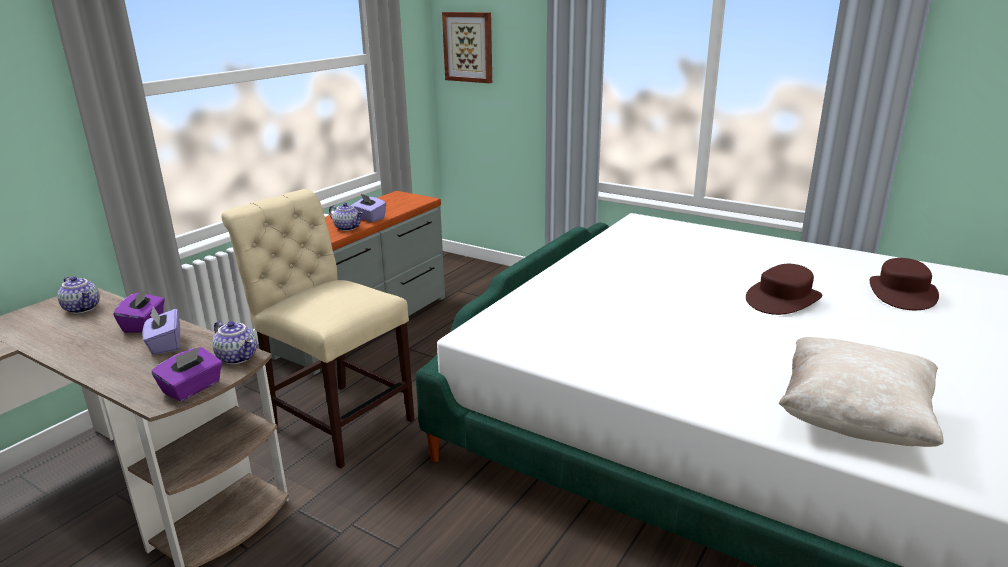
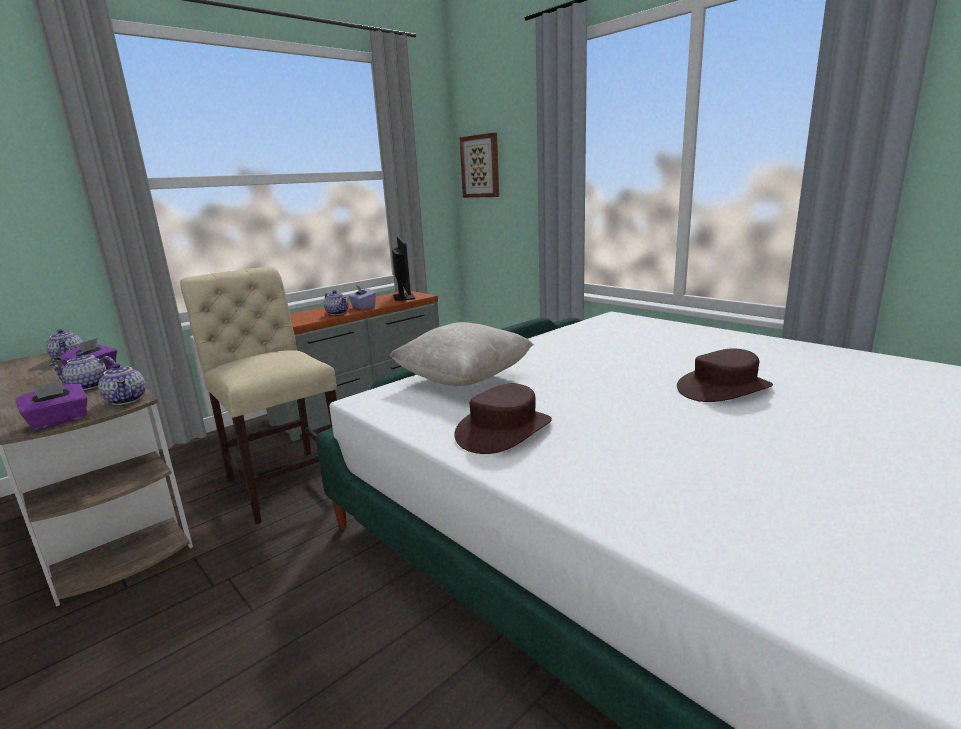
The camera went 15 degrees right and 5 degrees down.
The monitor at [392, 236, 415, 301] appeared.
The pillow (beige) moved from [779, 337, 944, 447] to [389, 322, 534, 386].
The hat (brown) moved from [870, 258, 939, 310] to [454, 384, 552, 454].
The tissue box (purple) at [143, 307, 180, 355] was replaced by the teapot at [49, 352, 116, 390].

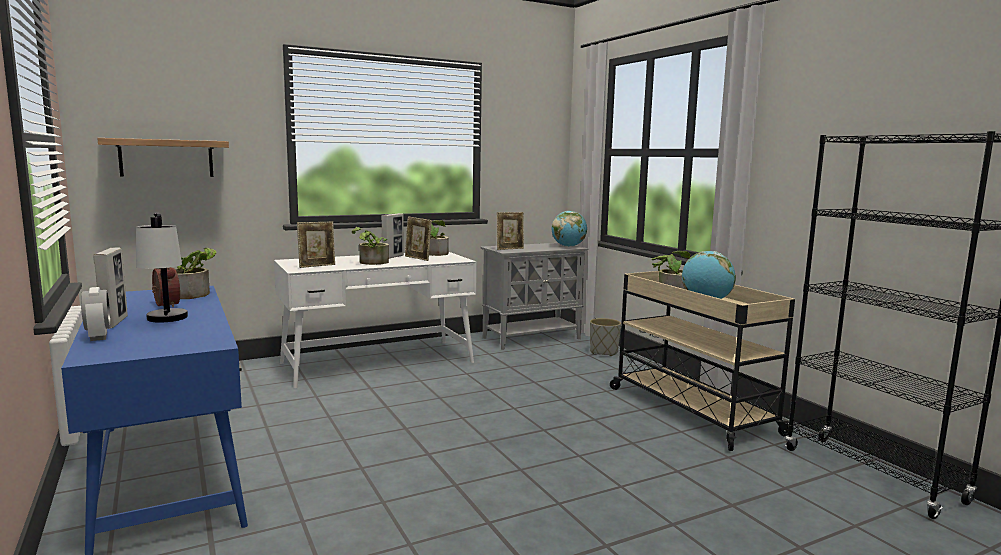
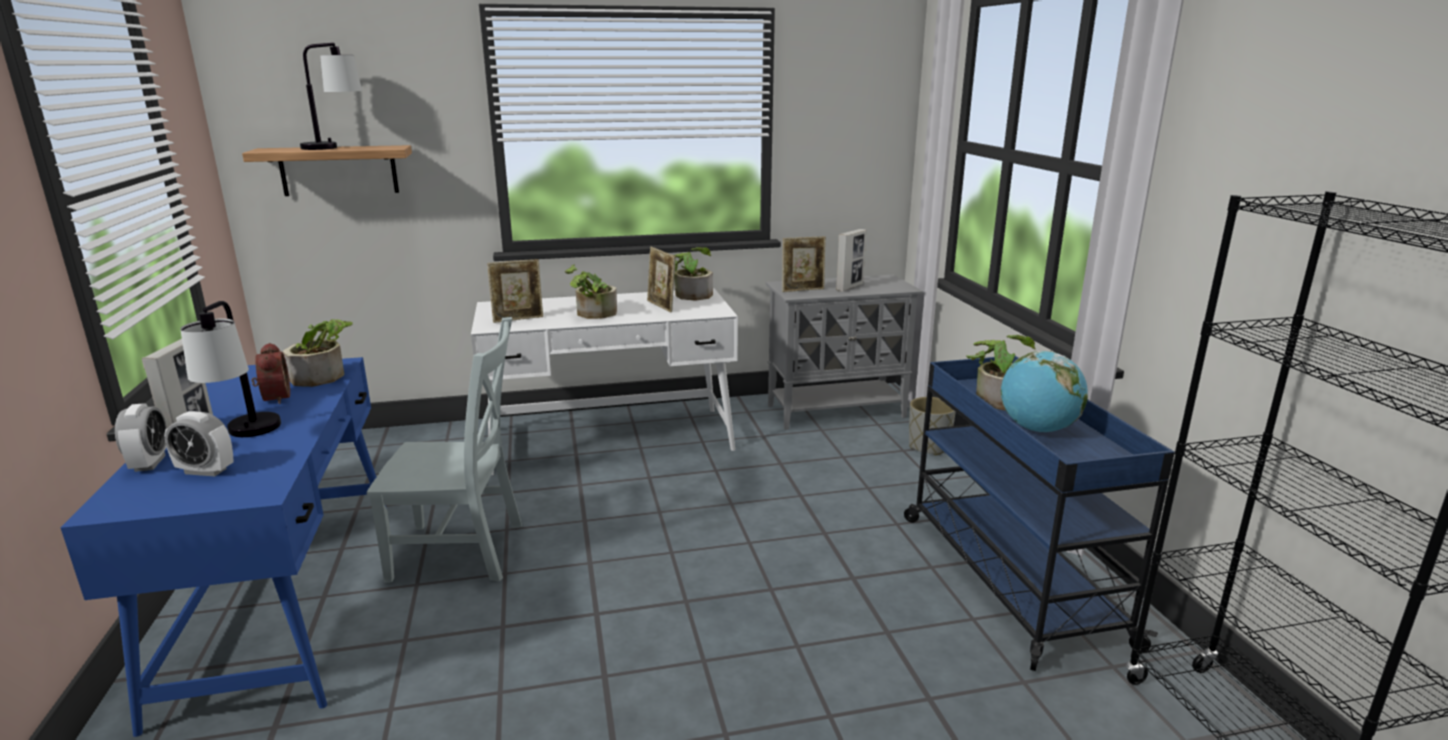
The camera went 15 degrees right and 10 degrees up.
The globe at [552, 211, 587, 247] disappeared.
The alarm clock at [164, 411, 234, 476] appeared.
The table lamp at [300, 43, 362, 150] appeared.
The chair (grey) at [367, 317, 522, 583] appeared.
The picture frame moved from [381, 213, 404, 259] to [836, 229, 866, 291].
The cart (beige) at [610, 271, 795, 451] became the cart (blue) at [904, 356, 1175, 671].

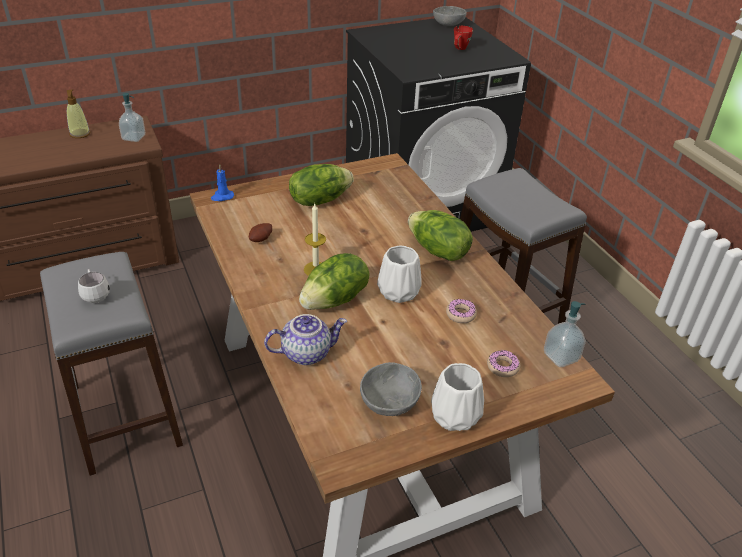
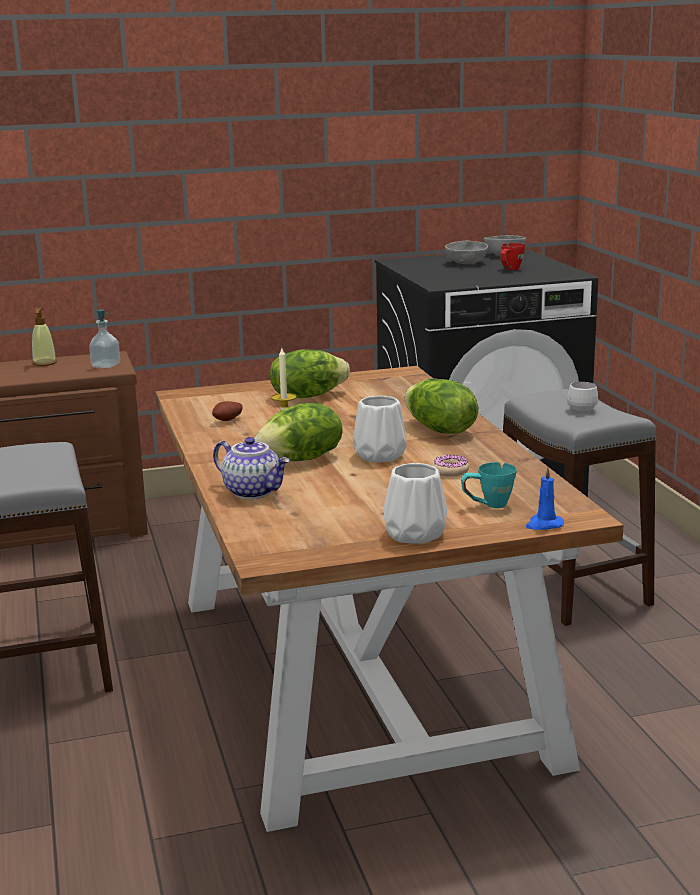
The camera went 10 degrees right and 20 degrees down.
The soap dispenser at [544, 301, 586, 367] disappeared.
The mug (white) moved from [78, 269, 110, 303] to [567, 382, 598, 412].
The candle (blue) moved from [211, 164, 234, 201] to [526, 466, 564, 530].
The bowl (grey) moved from [360, 362, 422, 416] to [445, 241, 488, 264].
The donut at [487, 350, 520, 377] was replaced by the mug (turquoise) at [461, 462, 517, 508].
The teapot at [264, 314, 347, 365] turned 45 degrees clockwise.

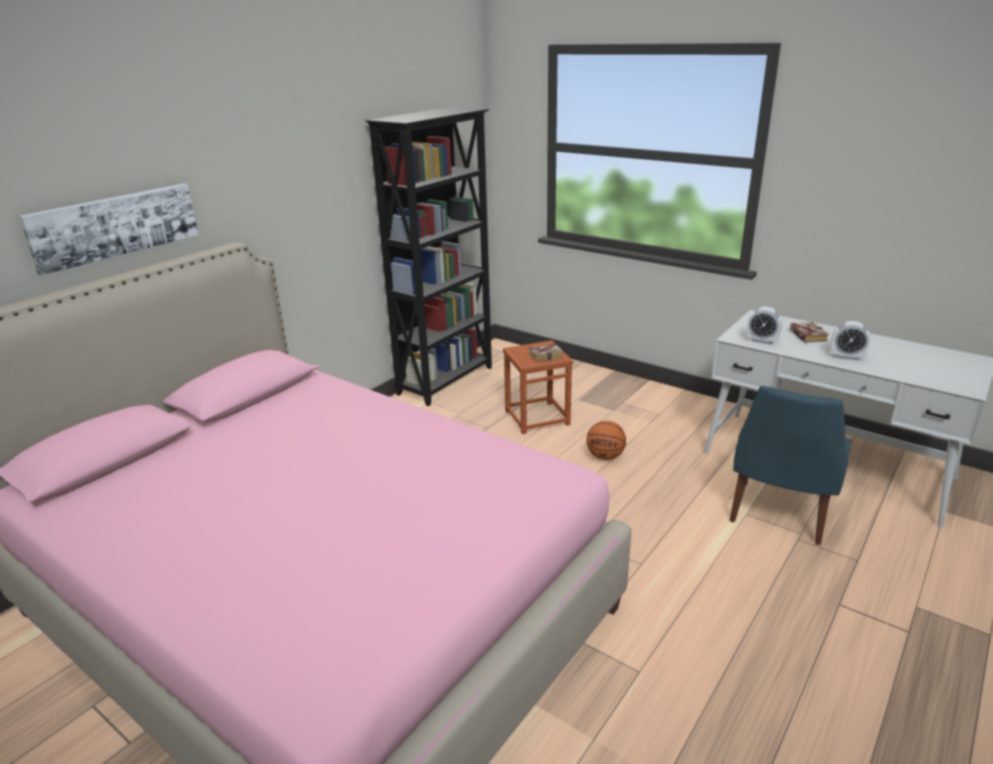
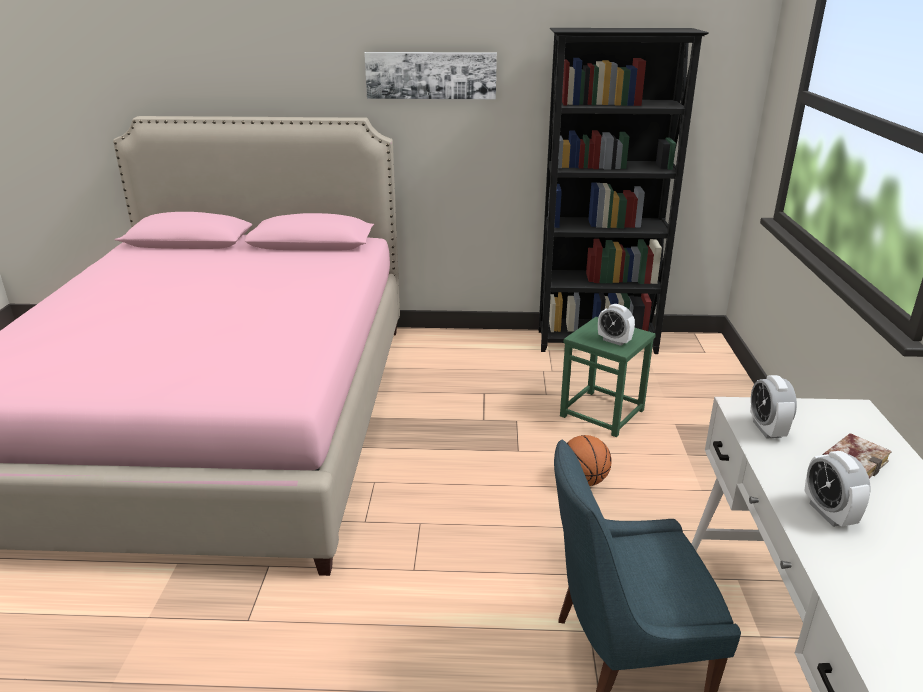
The camera went 55 degrees right and 0 degrees up.
The picture moved from [19, 184, 199, 275] to [364, 52, 497, 99].
The book at [529, 344, 563, 362] was replaced by the alarm clock at [598, 304, 635, 346].
The stool (brown) at [503, 340, 573, 434] became the stool (green) at [560, 317, 656, 437].

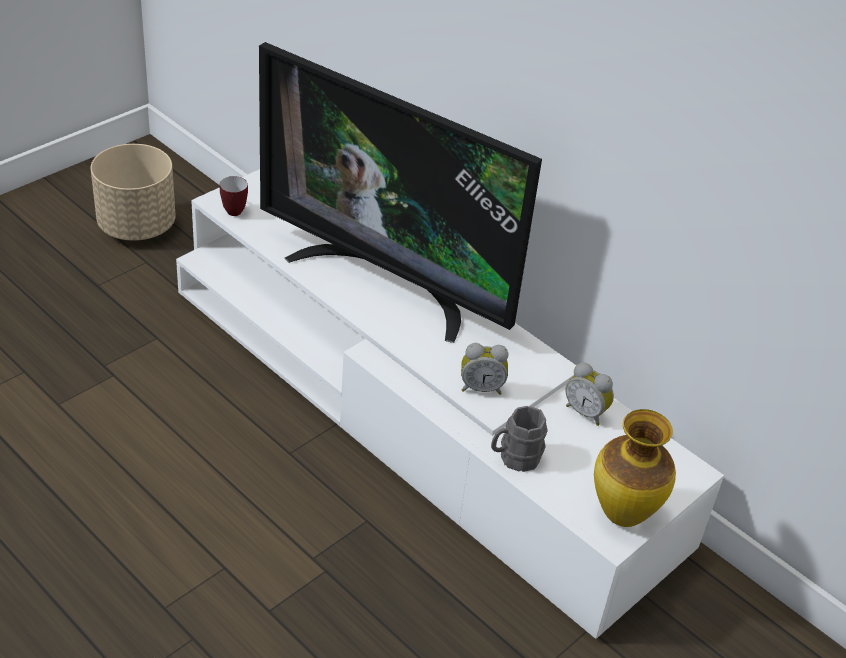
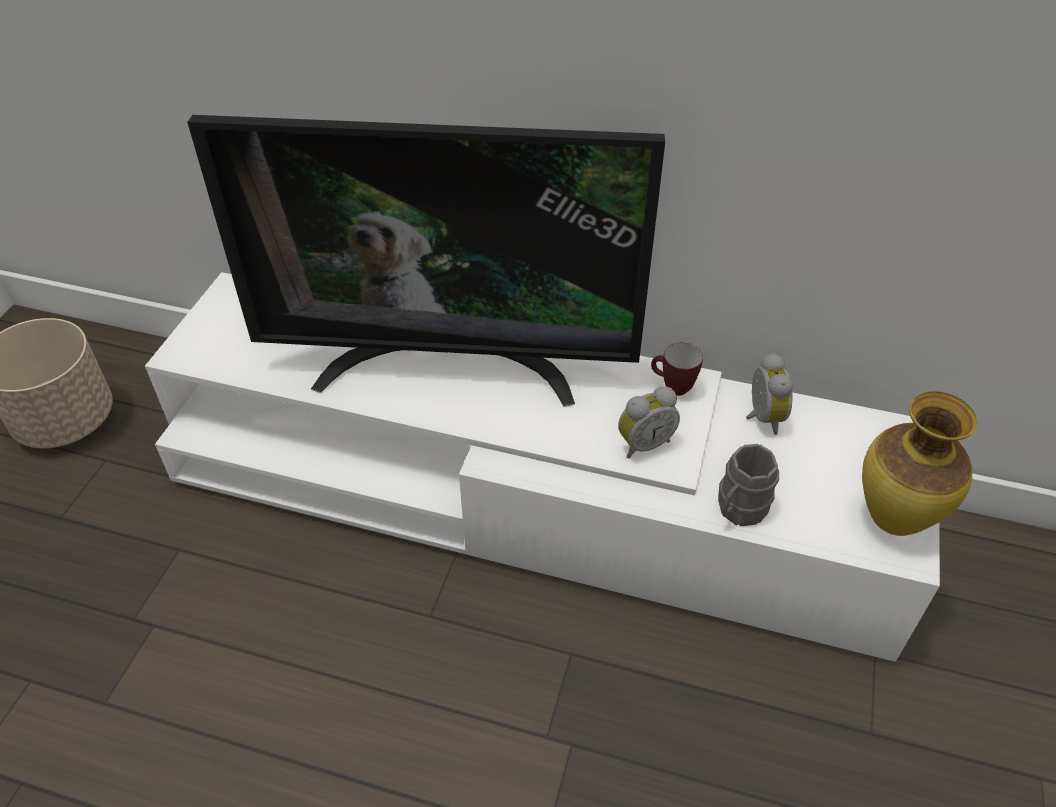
The camera went 25 degrees left and 5 degrees up.
The mug moved from [220, 176, 248, 216] to [651, 343, 703, 396].
The alarm clock at [565, 363, 614, 426] turned 105 degrees counterclockwise.

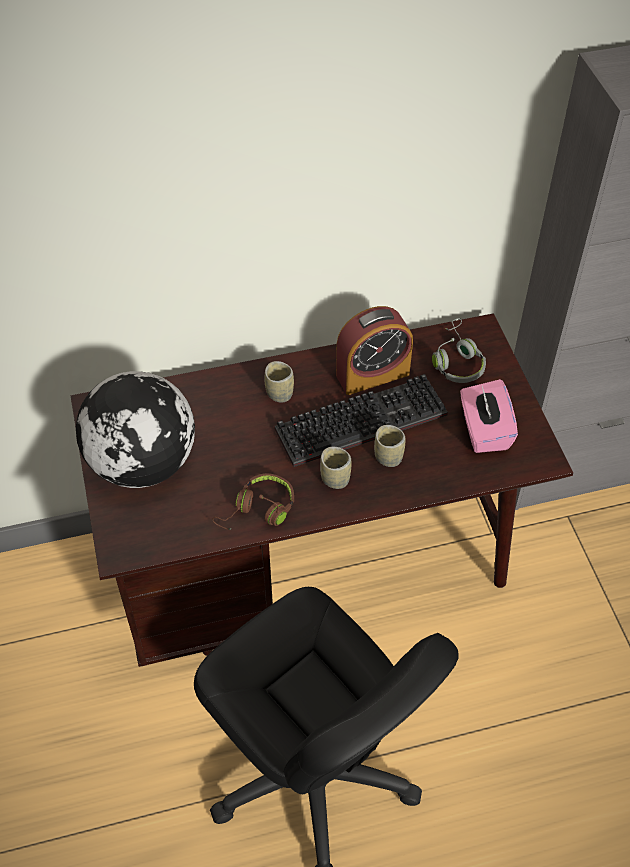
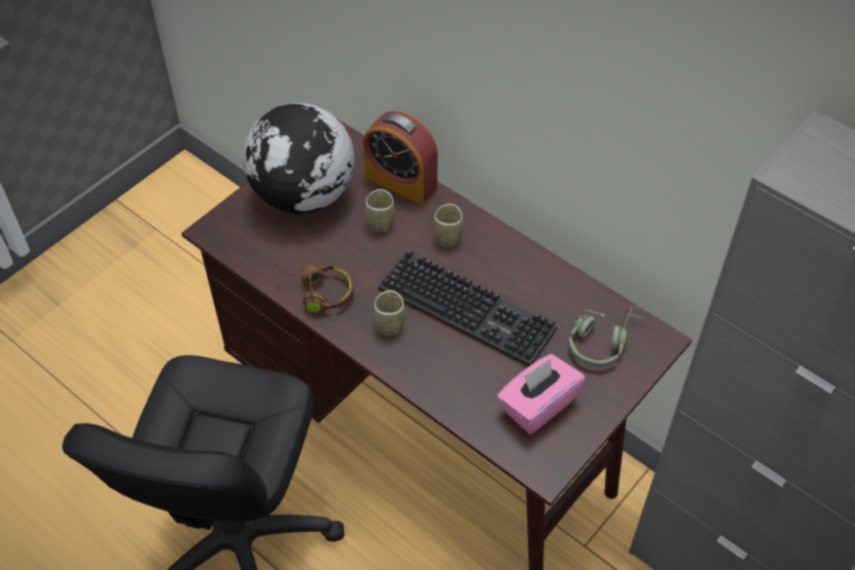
The camera went 55 degrees right and 0 degrees up.
The alarm clock moved from [336, 306, 413, 395] to [363, 111, 438, 205].
The cup moved from [374, 425, 405, 467] to [365, 189, 395, 233].

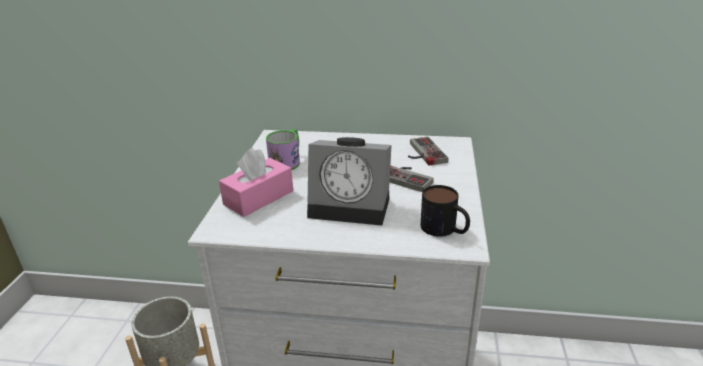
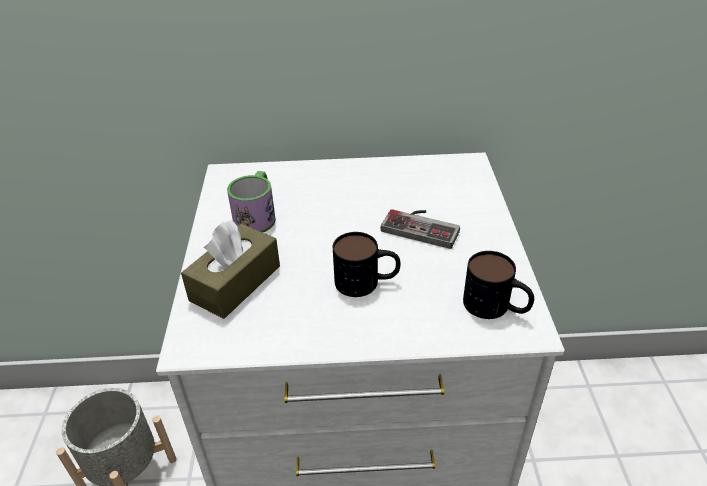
The camera went 10 degrees left and 10 degrees up.
The game controller at [408, 137, 448, 166] disappeared.
The alarm clock at [307, 137, 392, 226] was replaced by the mug at [333, 232, 400, 297].
The tissue box (pink) at [219, 148, 293, 217] became the tissue box (brown) at [181, 220, 280, 319].

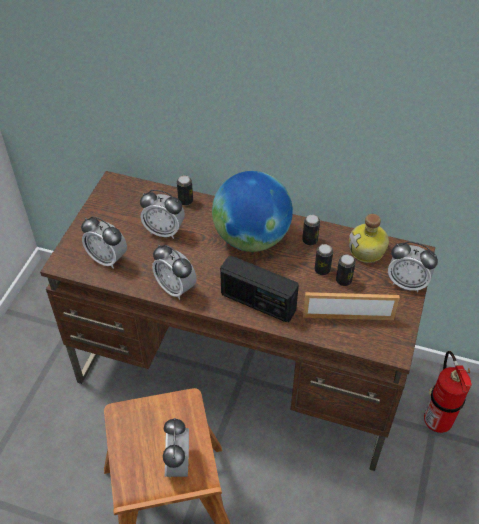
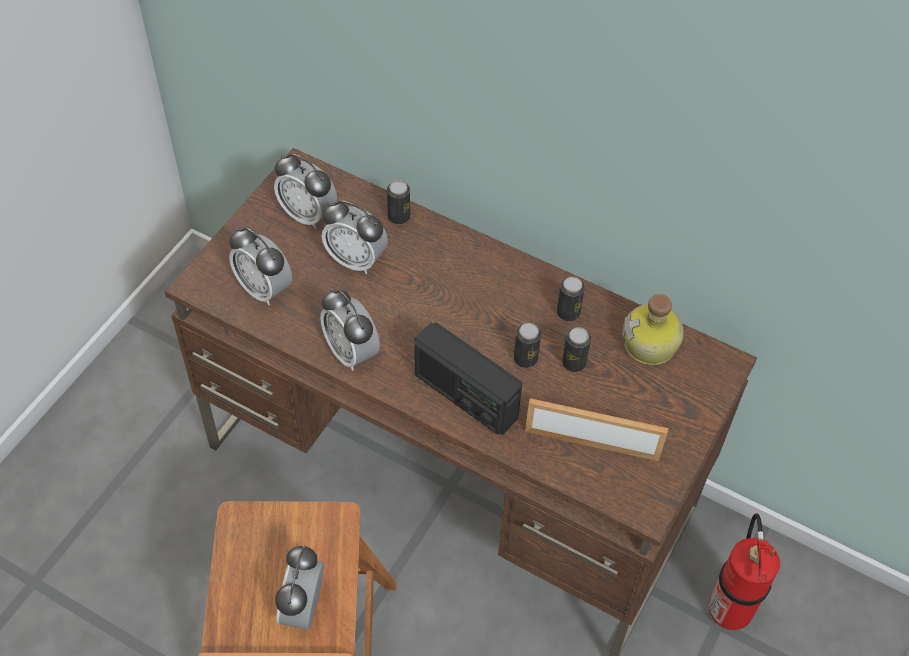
The camera went 10 degrees right and 5 degrees up.
The globe at [212, 171, 293, 252] disappeared.
The can moved from [336, 255, 356, 286] to [514, 323, 541, 368].
The alarm clock moved from [388, 241, 438, 293] to [274, 154, 337, 229].

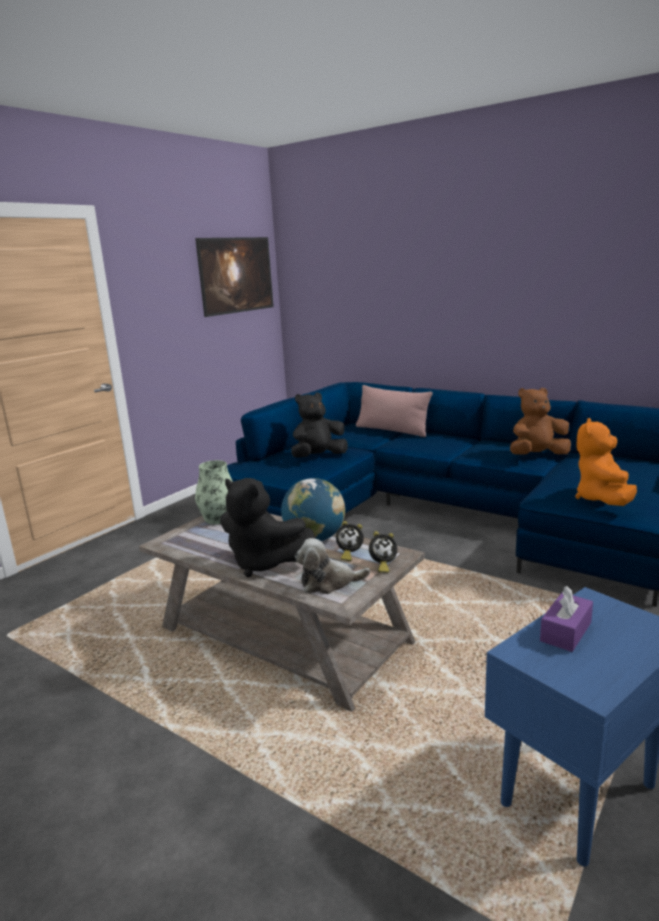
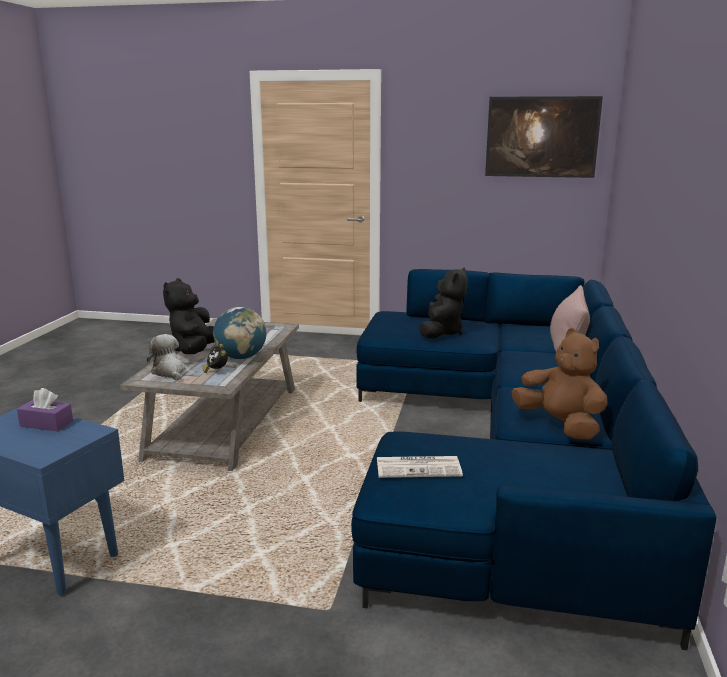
The camera went 65 degrees right and 0 degrees up.
The vase at [195, 460, 233, 525] disappeared.
The alarm clock at [369, 531, 397, 573] disappeared.
The plush toy (orange) at [575, 418, 637, 506] was replaced by the newspaper at [377, 456, 463, 478].
The plush toy (black) at [291, 393, 348, 458] turned 75 degrees clockwise.

